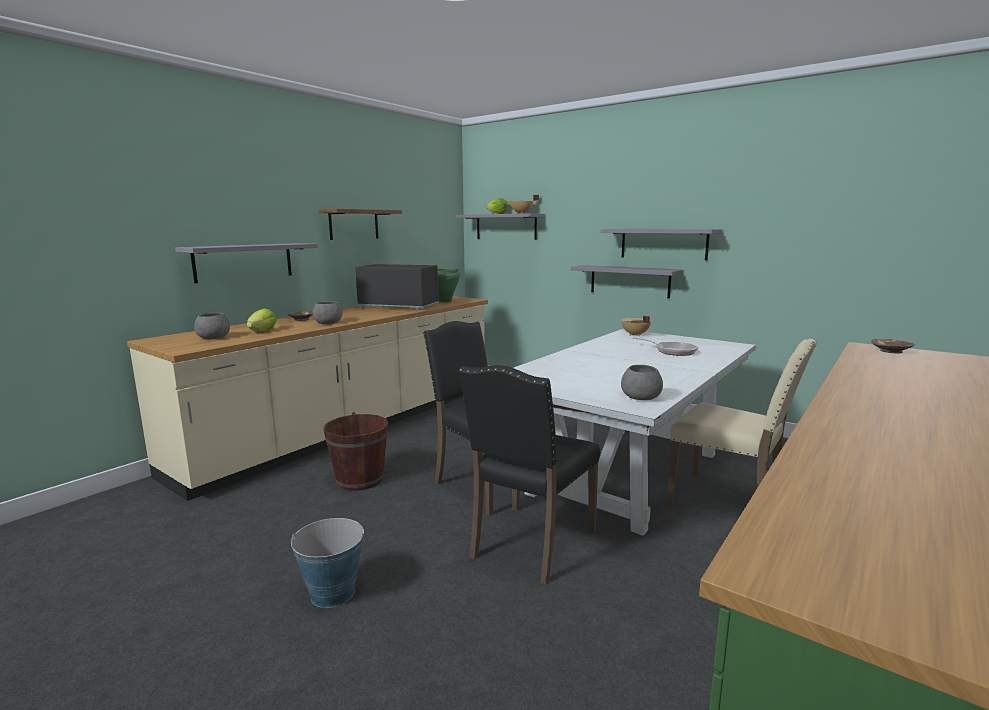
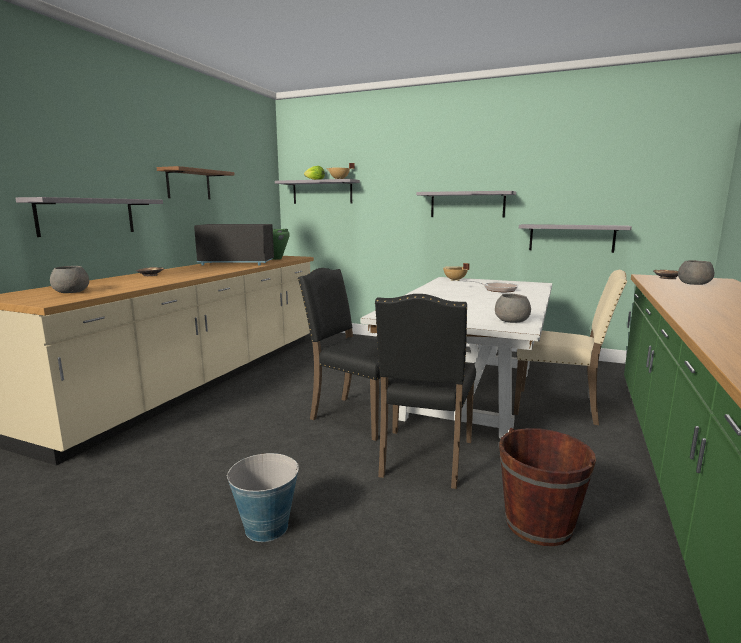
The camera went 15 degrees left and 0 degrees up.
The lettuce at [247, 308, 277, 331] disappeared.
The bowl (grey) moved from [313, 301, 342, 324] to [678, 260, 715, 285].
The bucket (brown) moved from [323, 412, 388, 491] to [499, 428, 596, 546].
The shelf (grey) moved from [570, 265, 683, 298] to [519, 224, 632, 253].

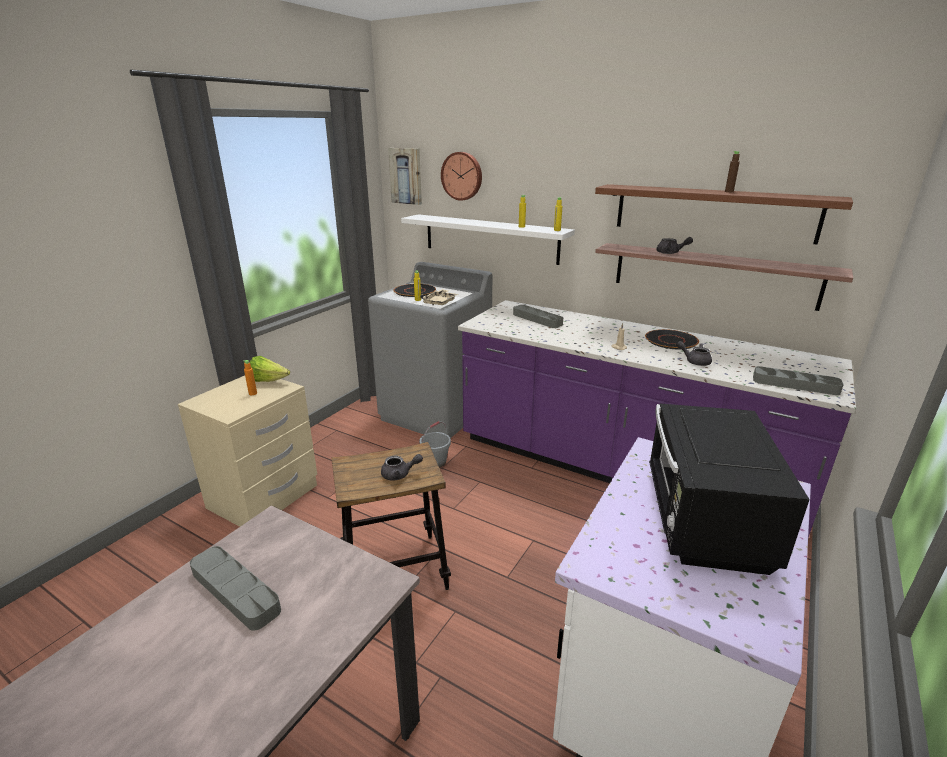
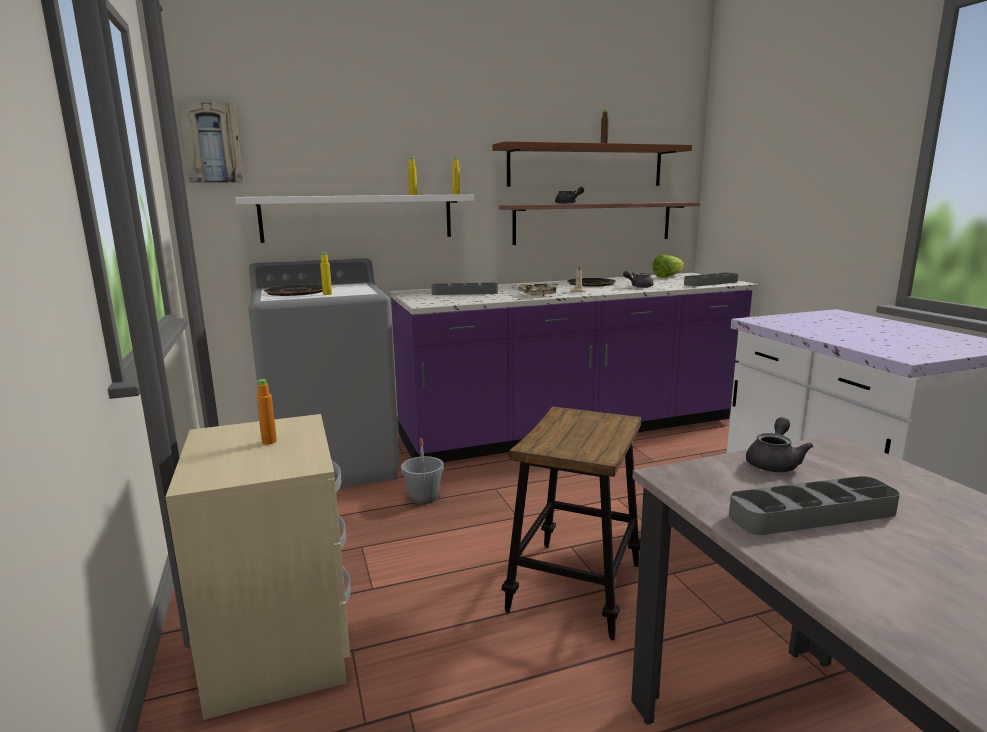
The camera went 50 degrees left and 10 degrees down.
The wall clock at [441, 152, 482, 201] disappeared.
The microwave (black) at [649, 404, 810, 575] disappeared.
The lettuce moved from [250, 356, 290, 382] to [652, 254, 684, 278].
The teapot (grey) moved from [381, 454, 423, 481] to [746, 417, 813, 472].
The tray (beige) moved from [420, 289, 458, 305] to [517, 283, 558, 296].

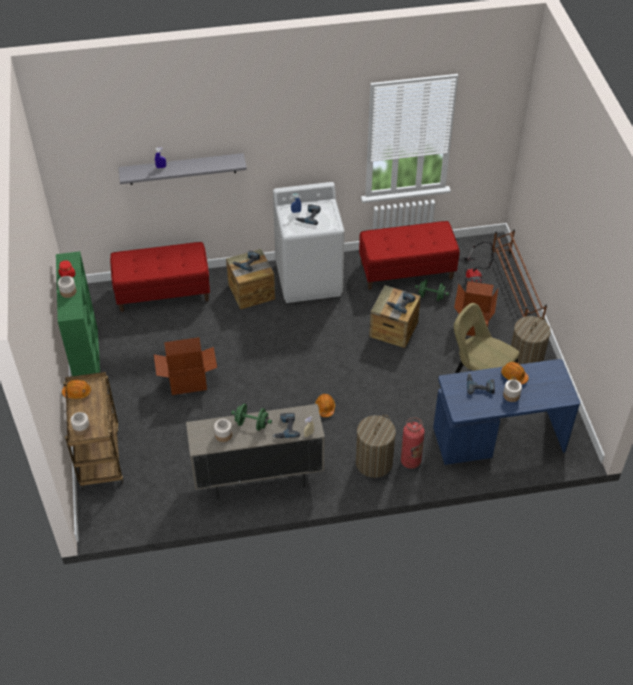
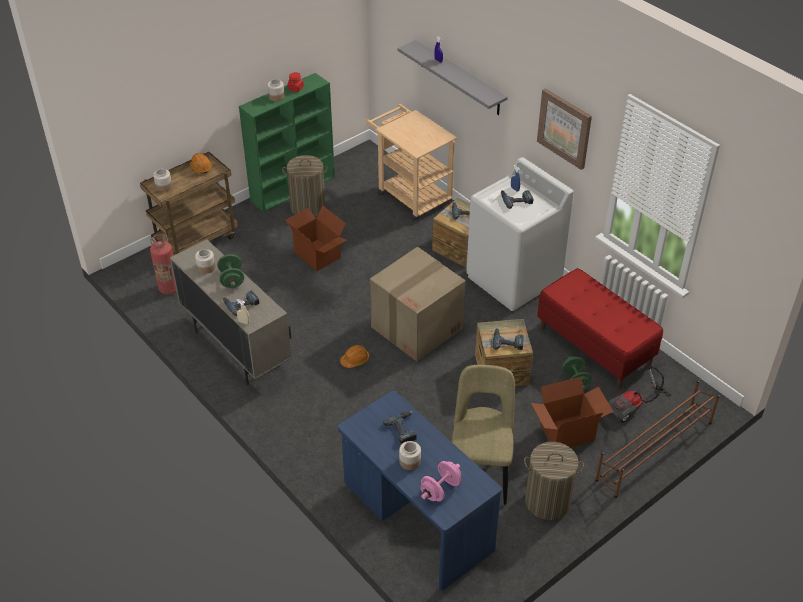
The camera went 60 degrees right and 5 degrees down.
The hard hat (orange) at [501, 362, 529, 385] disappeared.
The cardboard box at [370, 247, 466, 361] appeared.
The dumbbell (pink) at [421, 461, 461, 501] appeared.
The picture at [537, 88, 592, 170] appeared.
The laundry basket moved from [356, 415, 396, 478] to [282, 155, 328, 217].
The fire extinguisher moved from [401, 417, 425, 469] to [150, 234, 177, 295].
The bench (red) at [110, 242, 210, 312] was replaced by the cart (beige) at [366, 104, 457, 221].

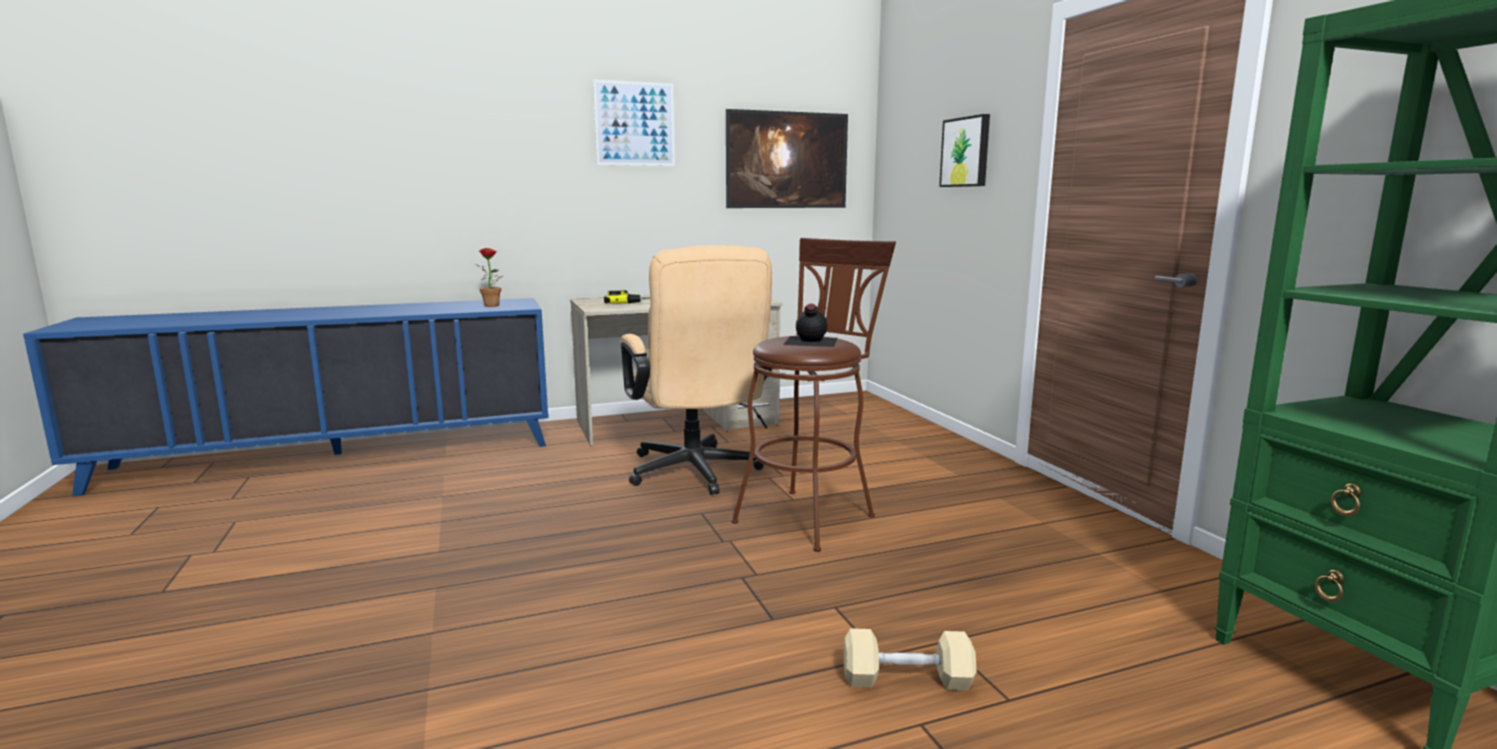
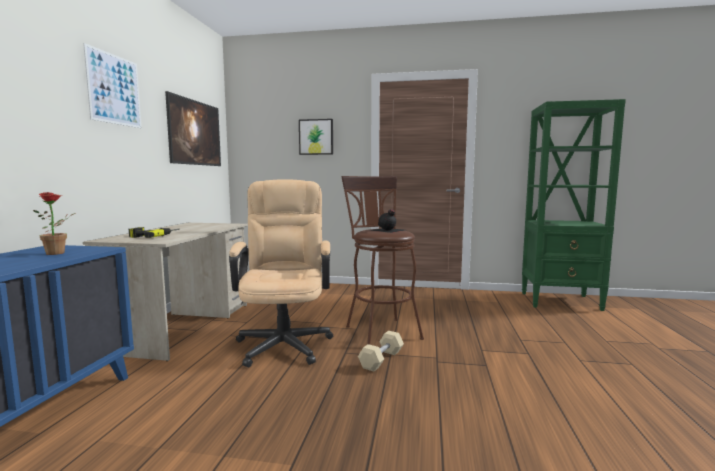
The camera went 60 degrees left and 5 degrees down.
The dumbbell (beige) moved from [844, 628, 977, 690] to [358, 331, 404, 371].
The office chair (beige) at [621, 245, 772, 495] turned 105 degrees counterclockwise.

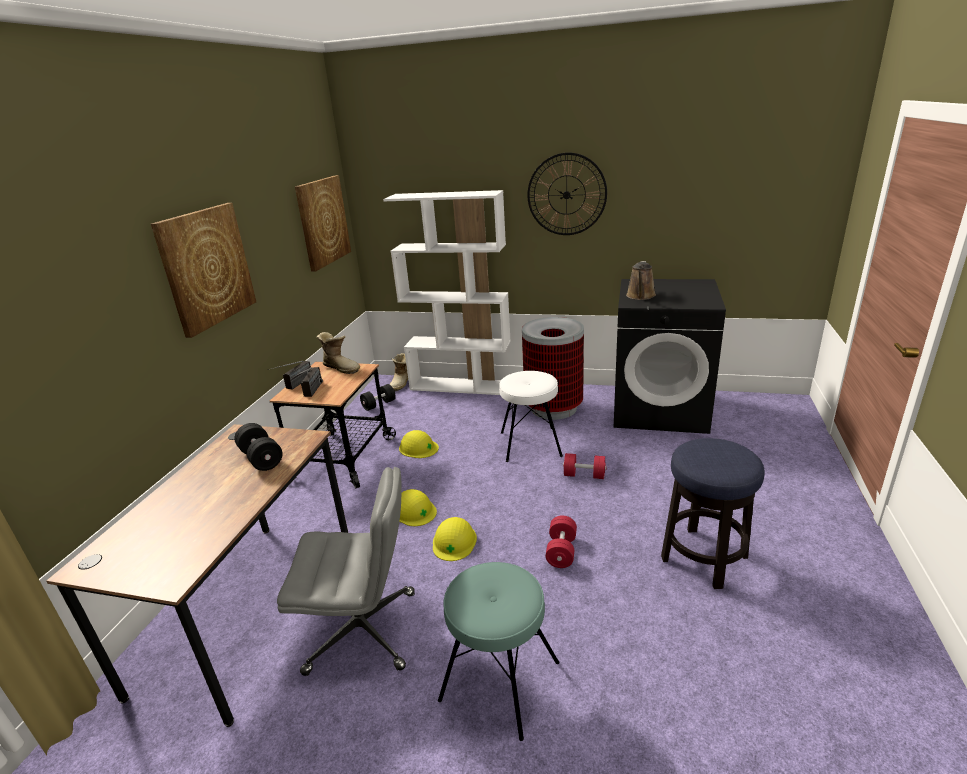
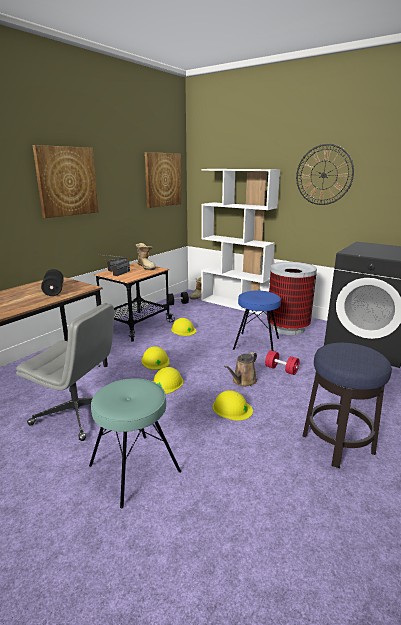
The camera went 20 degrees right and 5 degrees down.
The watering can (brown) moved from [626, 261, 656, 300] to [224, 352, 257, 387].
The dumbbell (red) at [546, 515, 577, 568] was replaced by the hard hat (yellow) at [213, 390, 253, 421].
The stool (white) at [499, 371, 563, 462] became the stool (blue) at [233, 291, 281, 351].

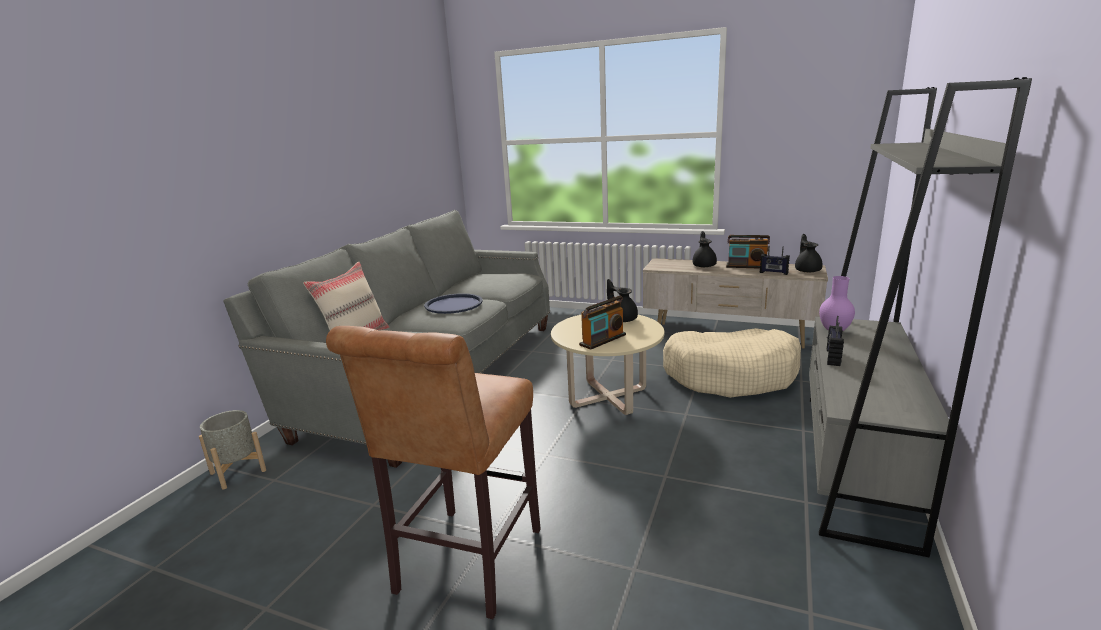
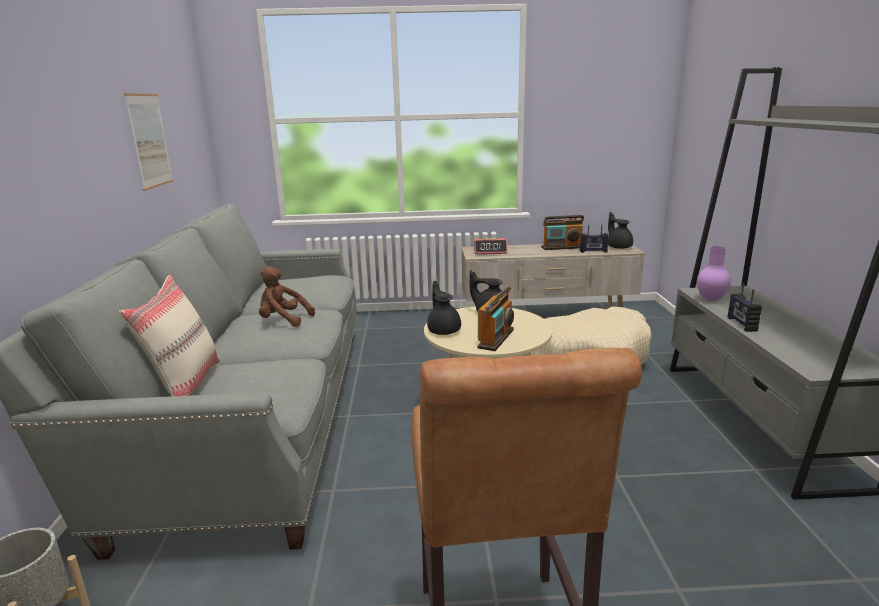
The camera went 25 degrees left and 0 degrees up.
The picture at [124, 93, 173, 191] appeared.
The alarm clock at [474, 238, 507, 254] appeared.
The teapot (black) moved from [693, 231, 717, 267] to [427, 281, 461, 335].
The tray (blue) at [424, 293, 483, 314] was replaced by the plush toy (brown) at [259, 267, 315, 327].

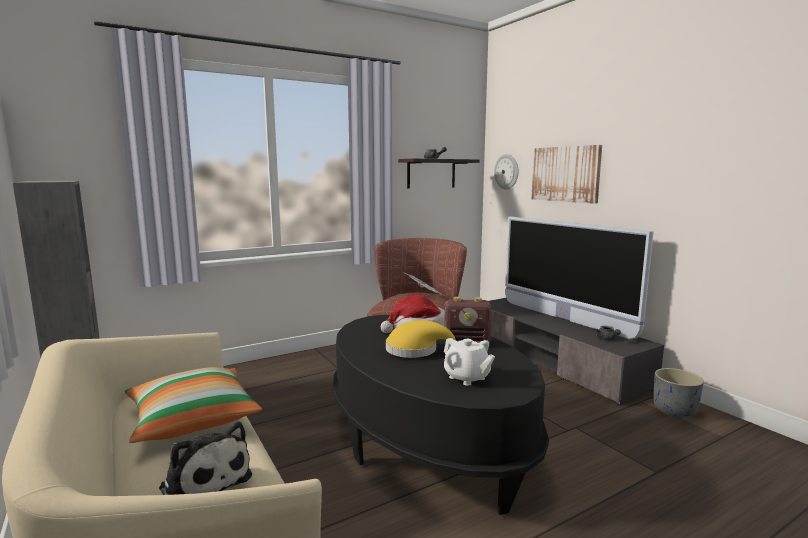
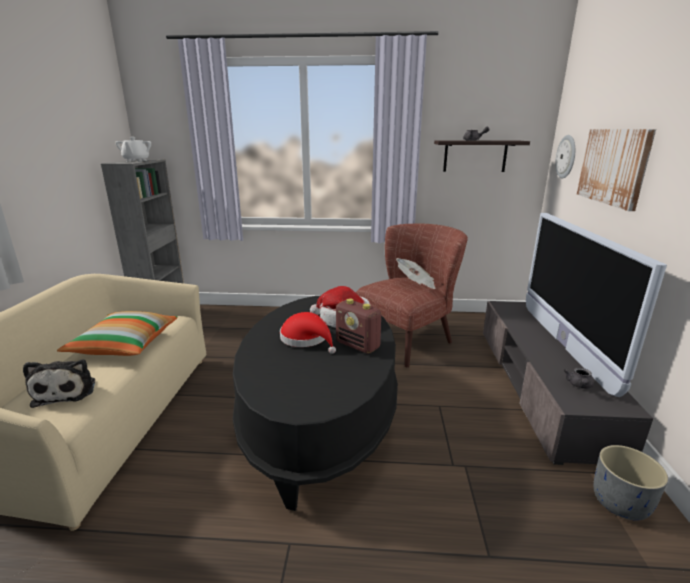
The camera went 35 degrees right and 10 degrees up.
The teapot (white) moved from [444, 338, 495, 386] to [115, 137, 151, 162].
The hat (yellow) at [386, 320, 456, 358] became the hat (red) at [280, 312, 336, 354].

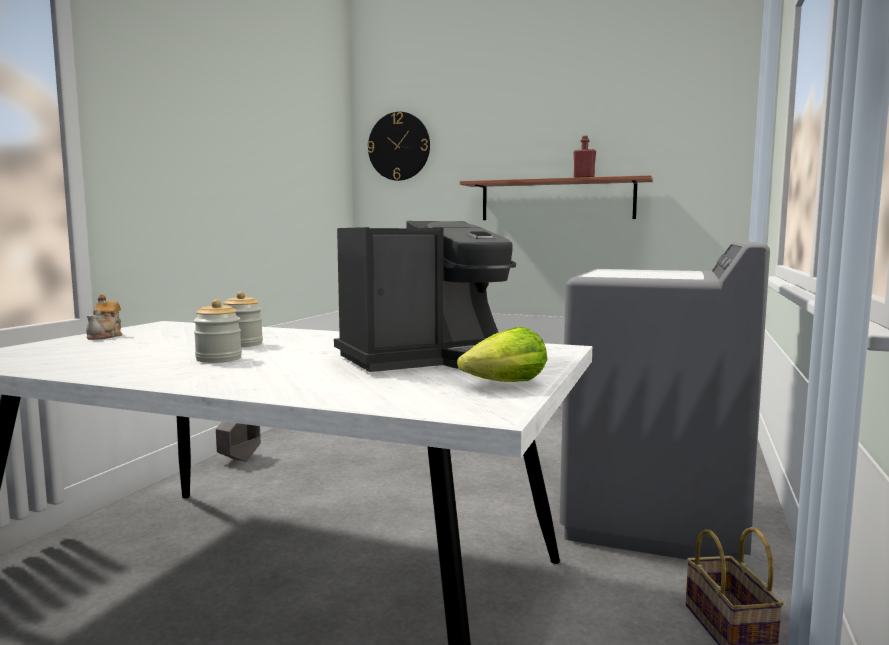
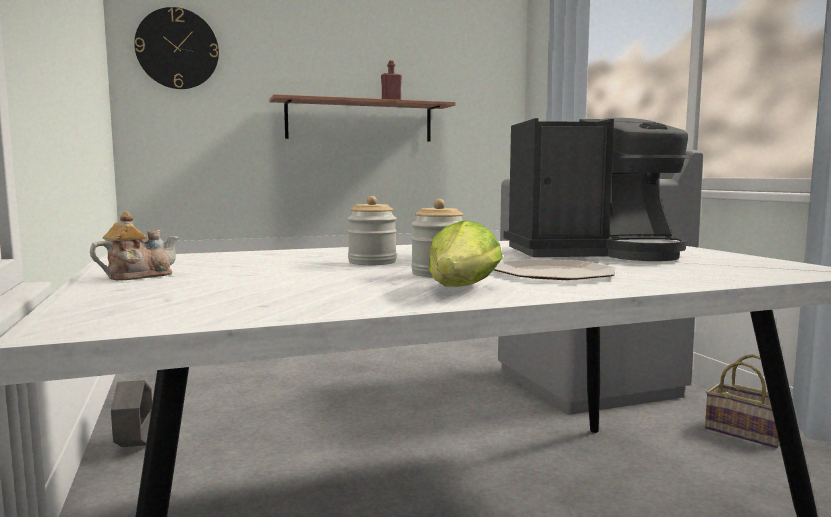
The camera went 40 degrees left and 0 degrees up.
The plate at [494, 259, 616, 280] appeared.
The lettuce moved from [457, 327, 547, 382] to [428, 220, 503, 287].
The teapot at [86, 294, 123, 340] turned 90 degrees counterclockwise.
The coffee machine at [334, 221, 516, 372] turned 60 degrees clockwise.

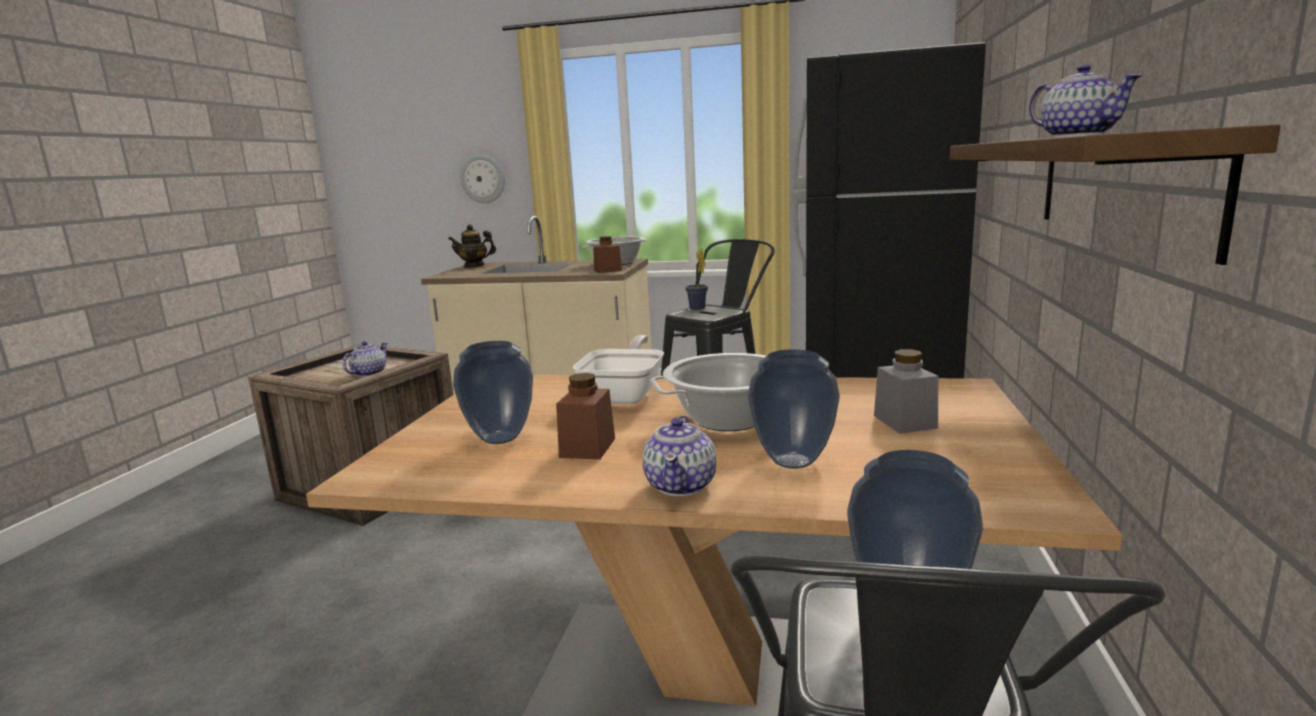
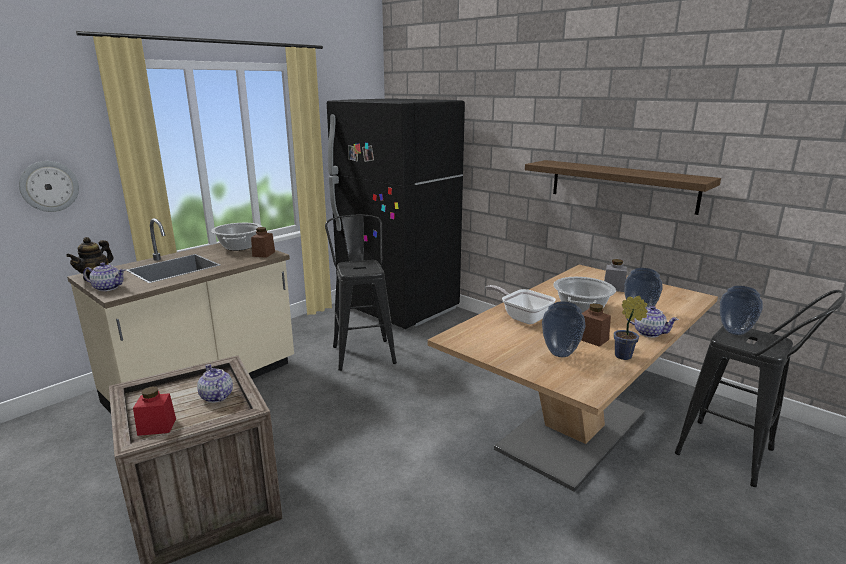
The camera went 60 degrees left and 5 degrees up.
The jar (red) at [133, 386, 176, 436] appeared.
The potted plant moved from [685, 248, 708, 310] to [614, 296, 648, 360].
The teapot moved from [1029, 64, 1142, 138] to [83, 262, 125, 291].

